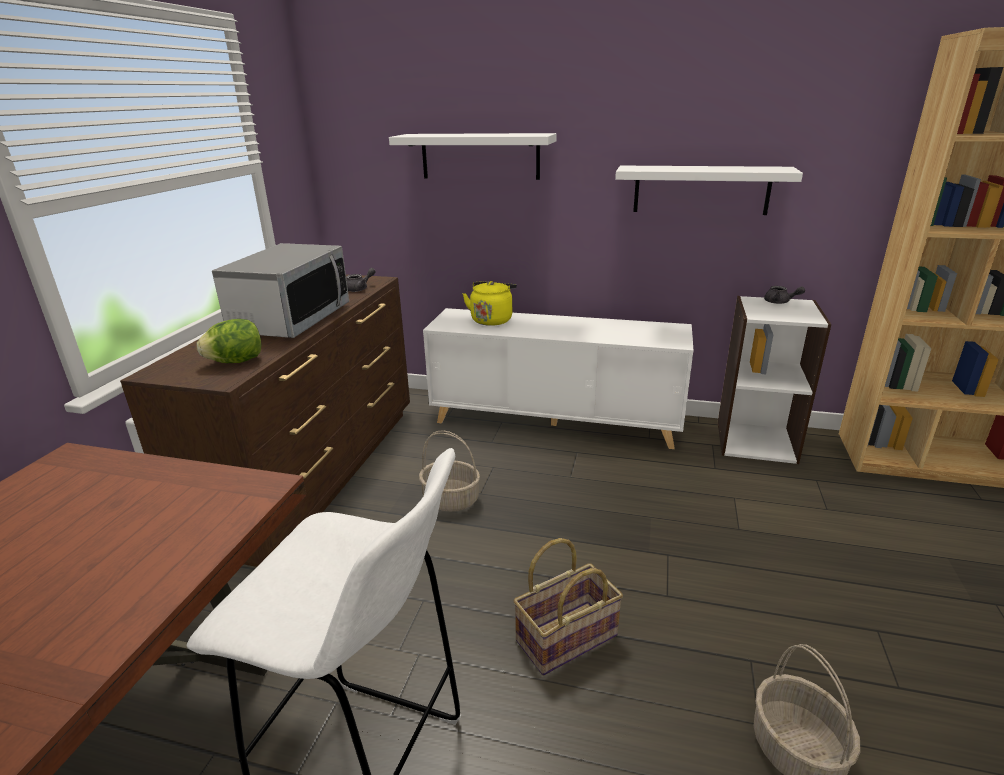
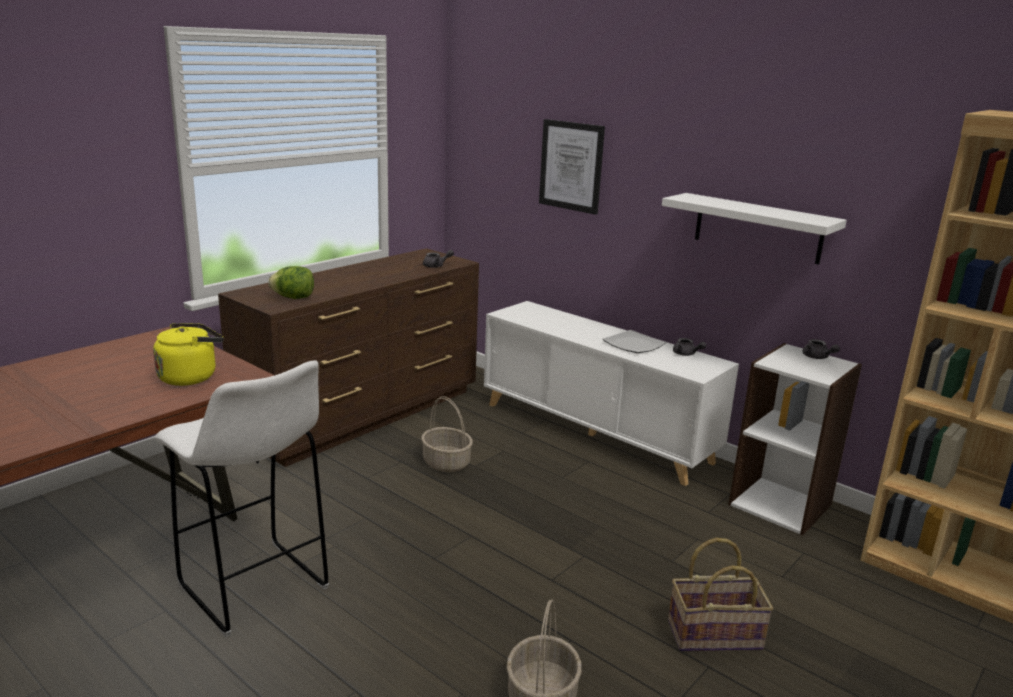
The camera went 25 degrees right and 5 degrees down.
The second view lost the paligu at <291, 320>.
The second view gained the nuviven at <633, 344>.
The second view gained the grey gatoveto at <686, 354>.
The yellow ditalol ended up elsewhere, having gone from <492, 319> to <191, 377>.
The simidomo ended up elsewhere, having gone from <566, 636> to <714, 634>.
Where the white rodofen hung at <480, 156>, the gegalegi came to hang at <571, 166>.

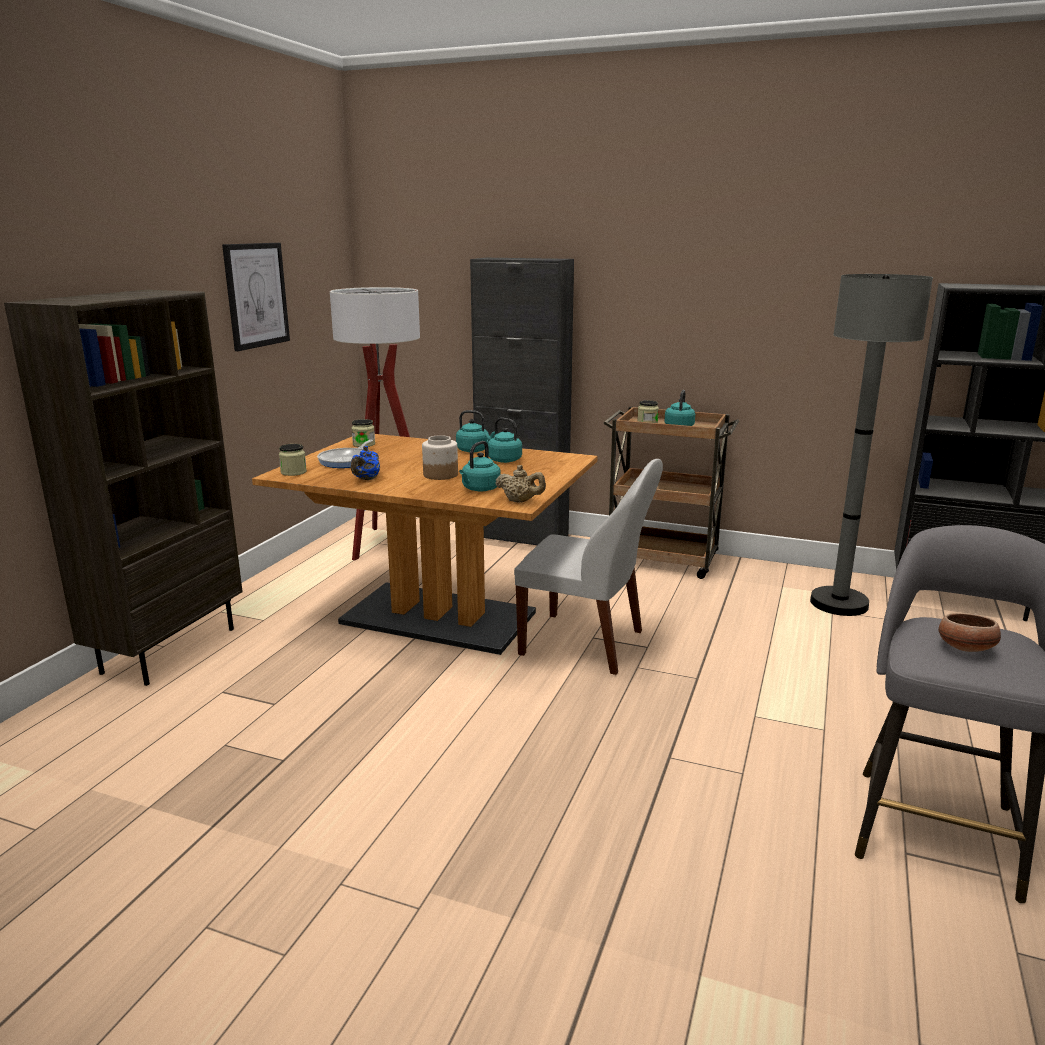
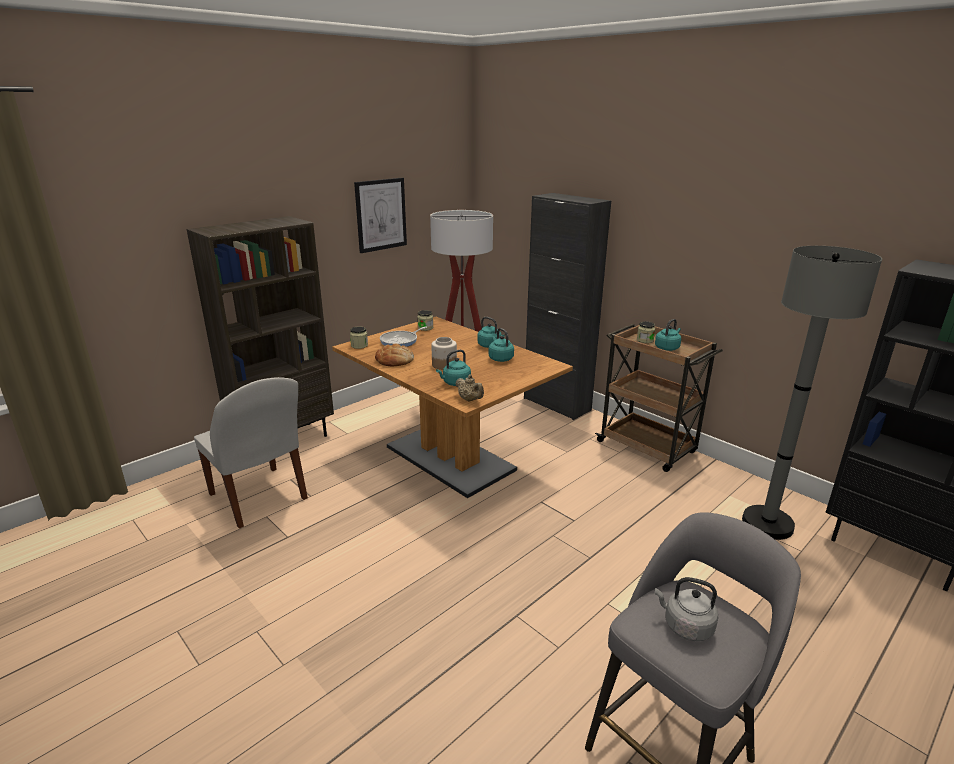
The camera went 25 degrees right and 5 degrees up.
The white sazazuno ended up elsewhere, having gone from <585, 644> to <259, 498>.
Where the blue gatoveto stood at <366, 479>, the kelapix came to stand at <395, 360>.
Where the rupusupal stood at <965, 649>, the grey ditalol came to stand at <685, 626>.

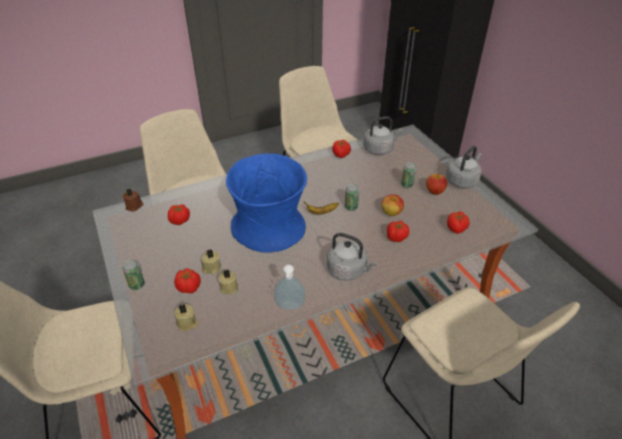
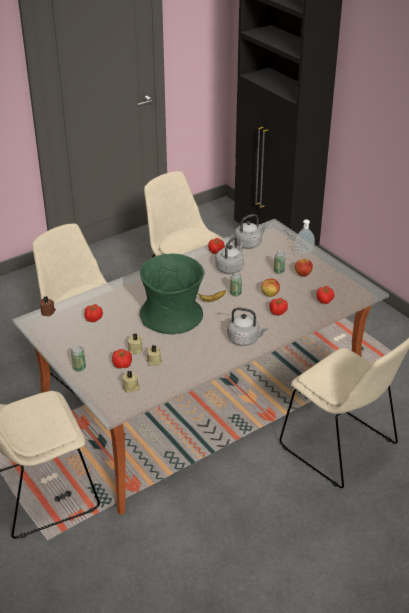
The camera went 10 degrees left and 5 degrees down.
The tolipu ended up elsewhere, having gone from <290, 307> to <304, 253>.
The grey ditalol ended up elsewhere, having gone from <462, 180> to <230, 268>.
What was the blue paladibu at <269, 229> turned into the green paladibu at <172, 317>.

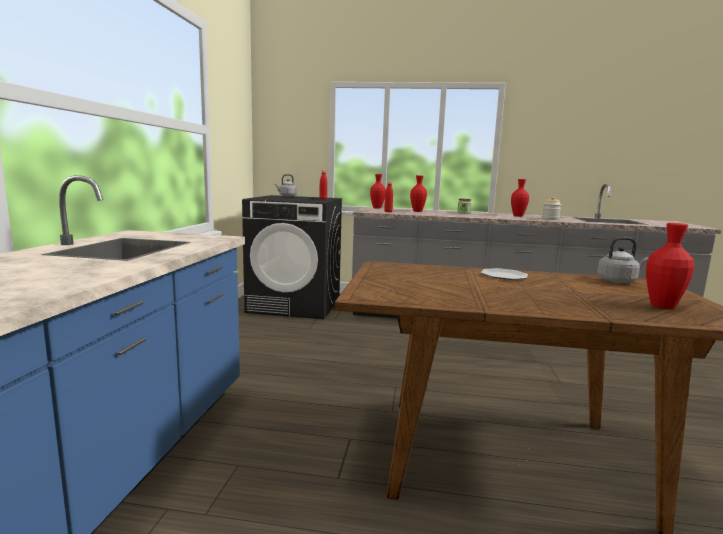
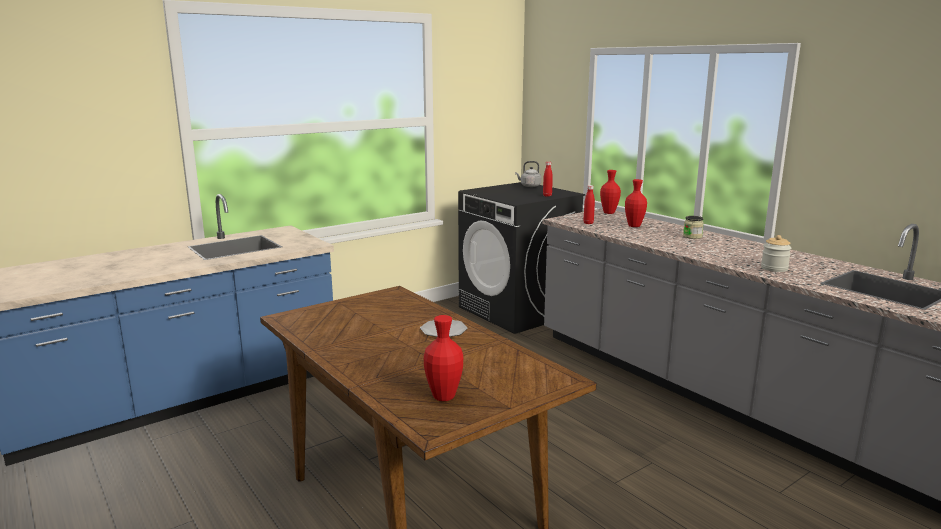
The camera went 45 degrees right and 5 degrees up.
The second view lost the red paladibu at <518, 216>.
The second view lost the grey ditalol at <618, 281>.

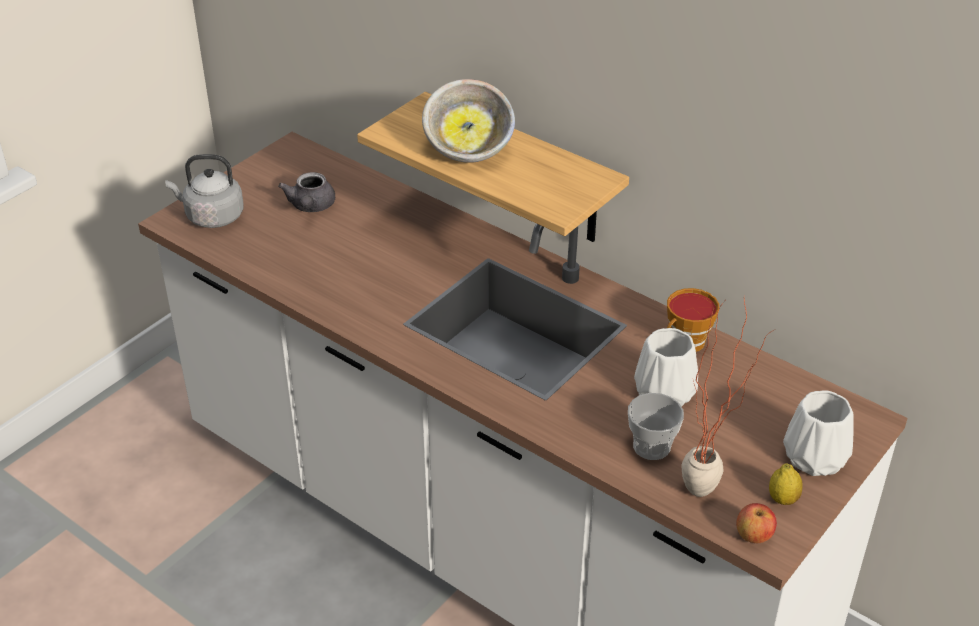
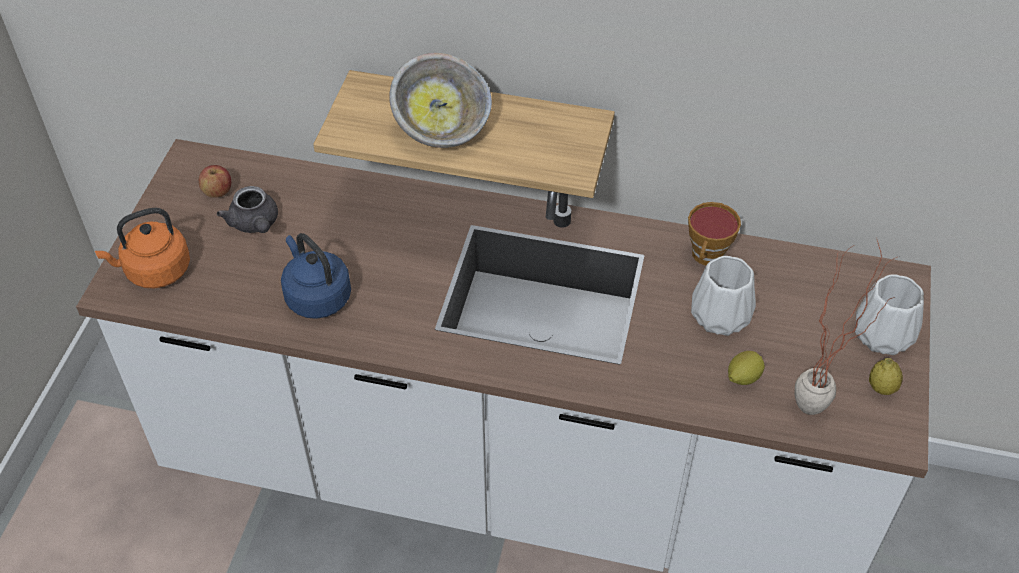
The camera went 25 degrees left and 10 degrees up.
The second view gained the blue ditalol at <316, 296>.
The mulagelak ended up elsewhere, having gone from <753, 536> to <218, 192>.
Where the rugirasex stood at <651, 446>, the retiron came to stand at <742, 377>.
What was the grey ditalol at <211, 217> turned into the orange ditalol at <154, 271>.

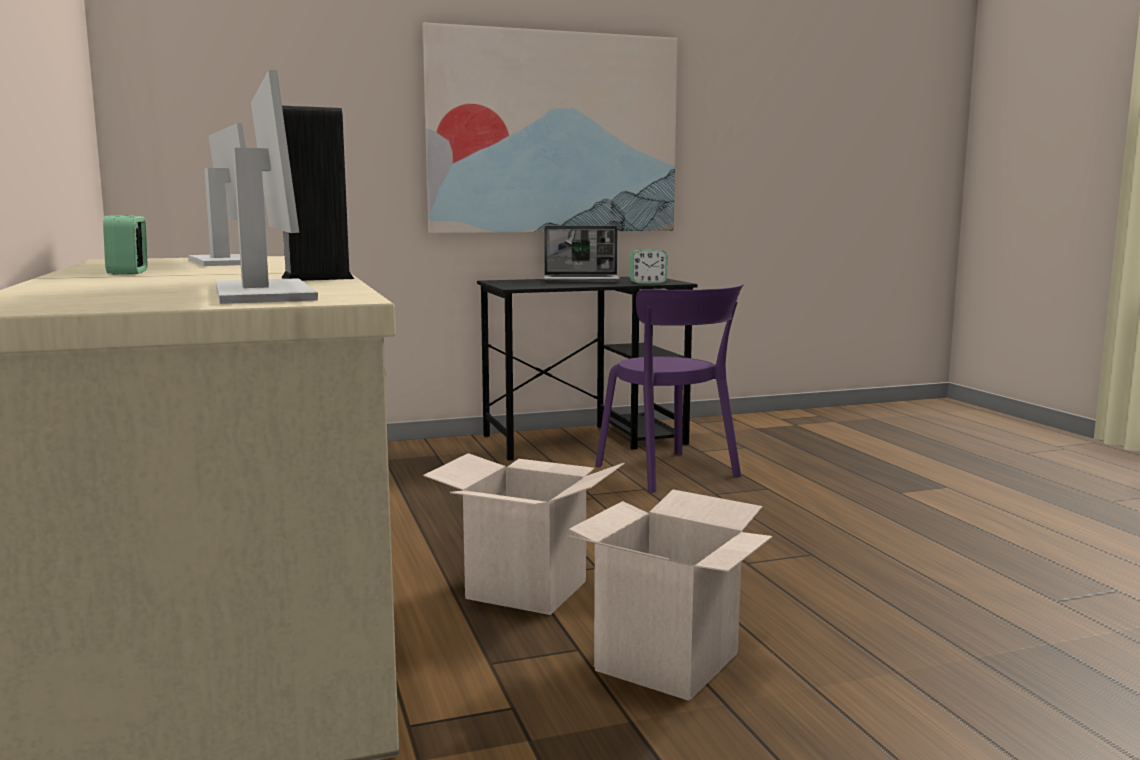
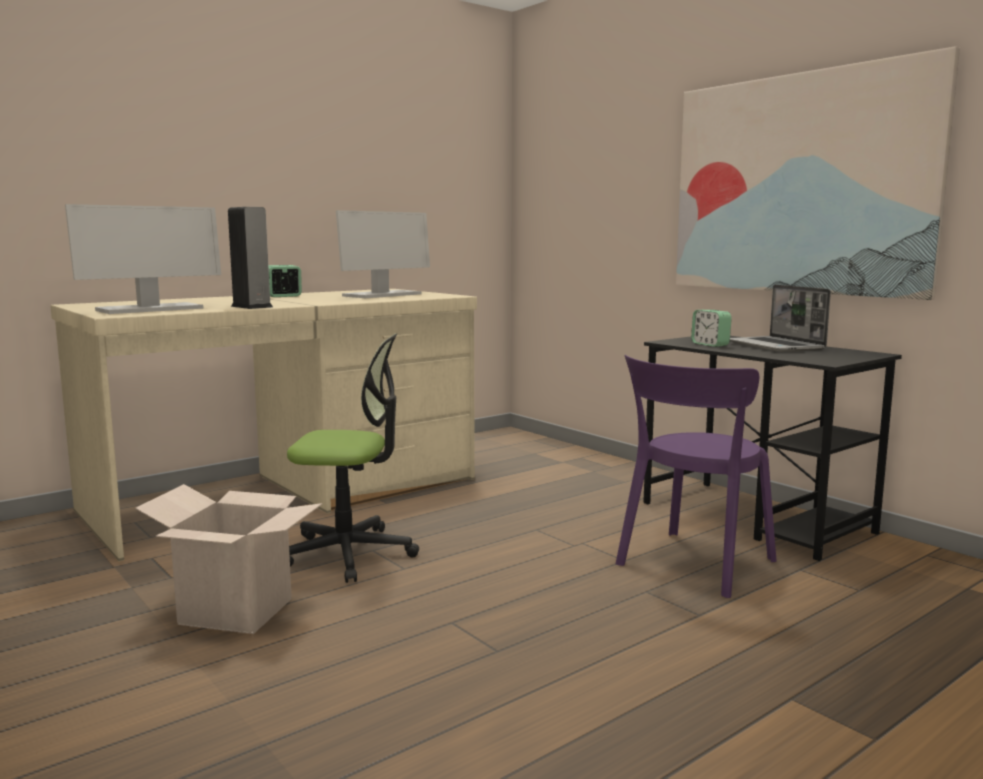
The camera went 70 degrees right and 0 degrees up.
The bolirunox ended up elsewhere, having gone from <648, 282> to <710, 344>.
Where the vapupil stood at <526, 589>, the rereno came to stand at <348, 554>.

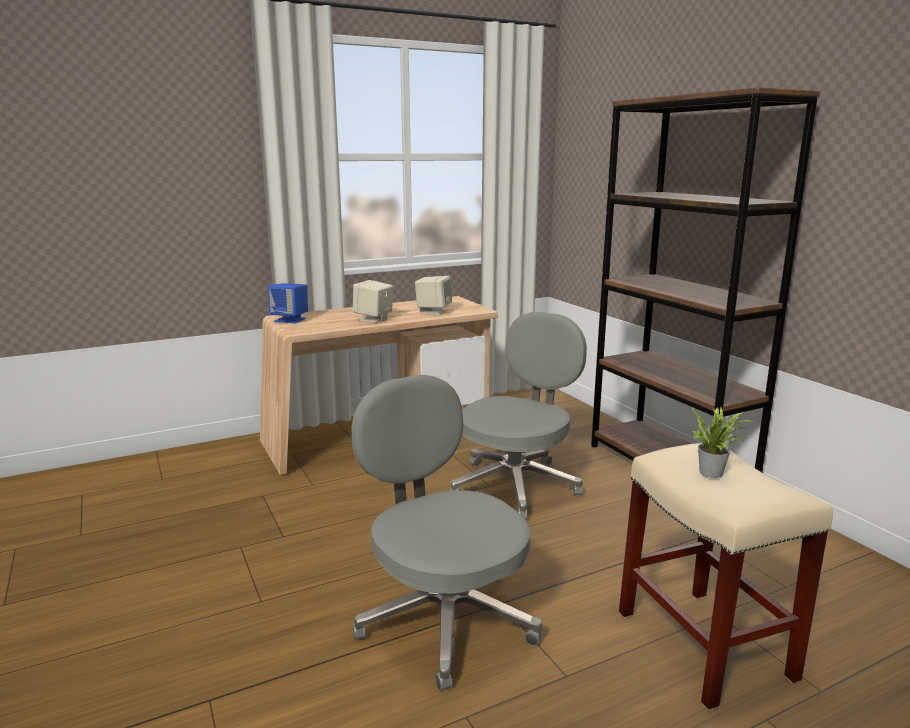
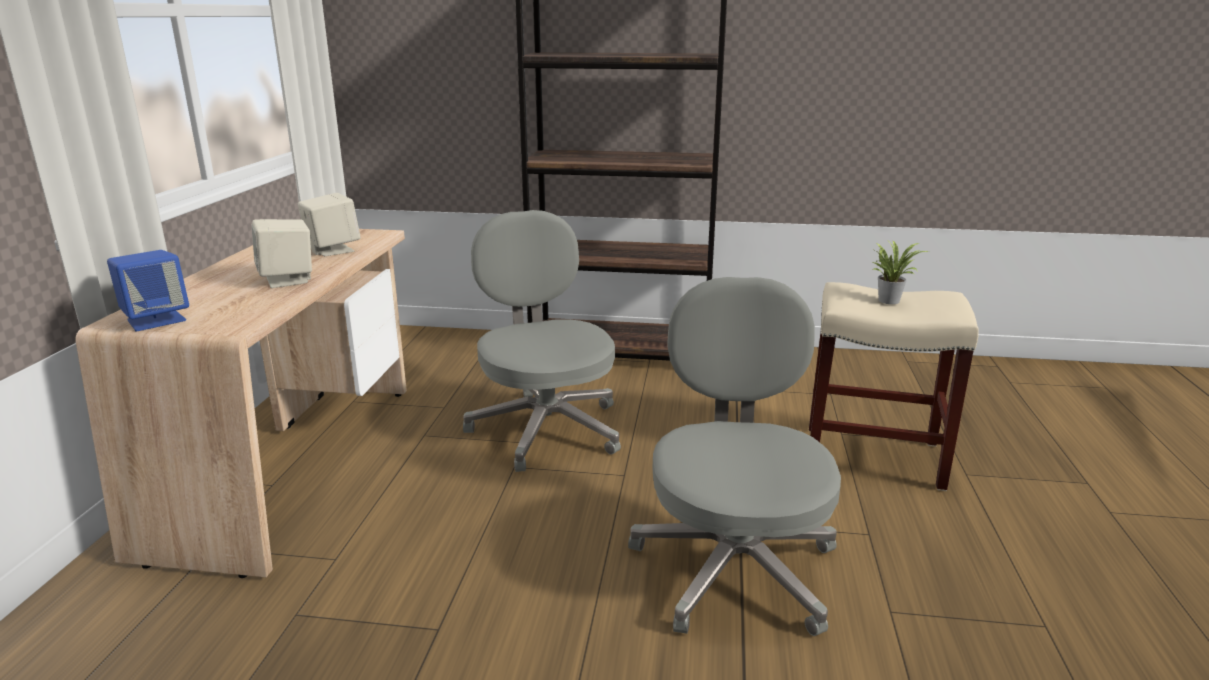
The camera went 55 degrees left and 5 degrees up.
The grey rereno at <444, 617> ended up facing another way, 90 degrees clockwise from before.

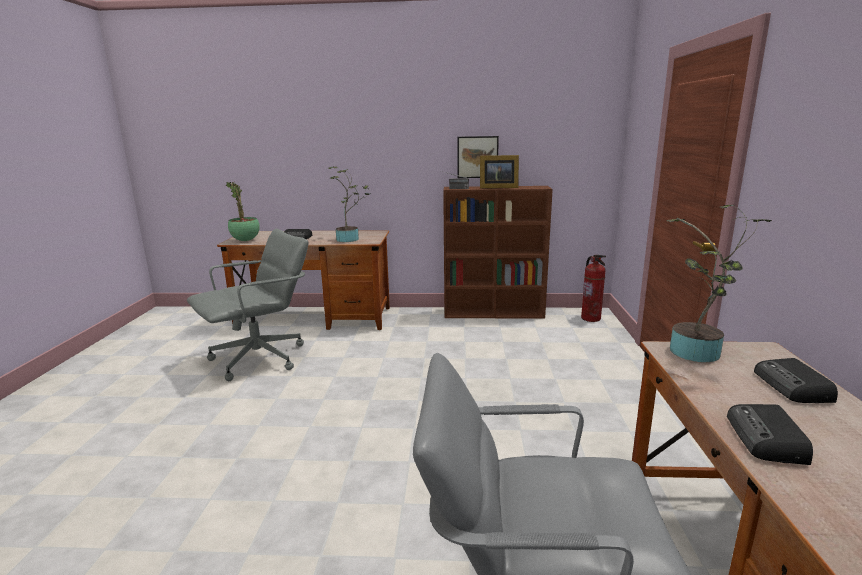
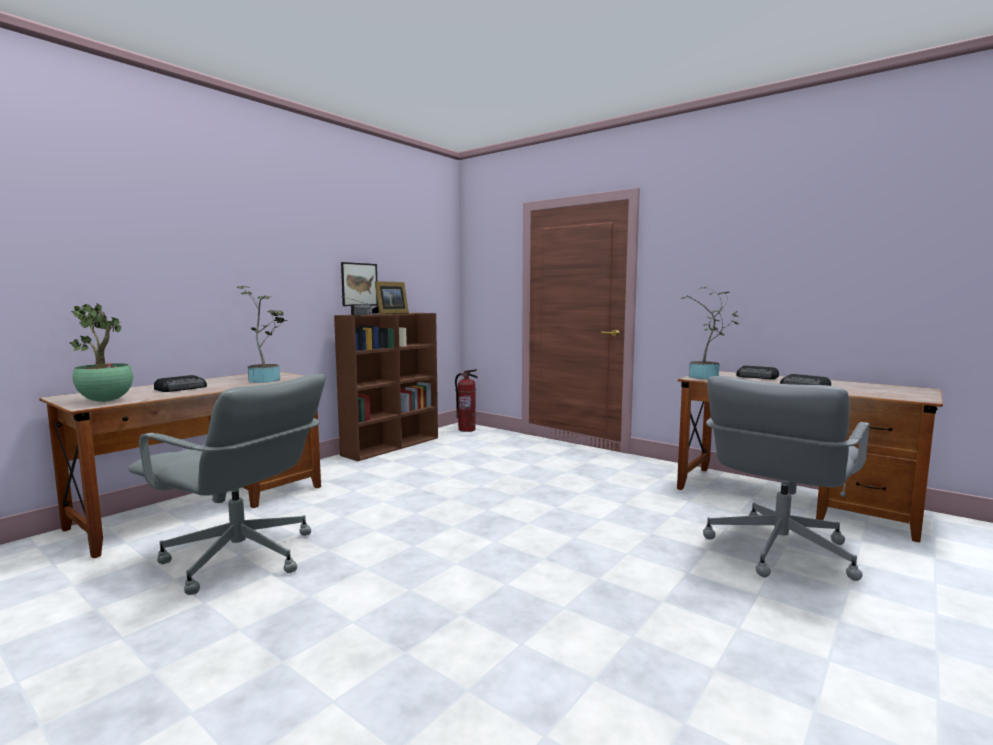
The camera went 55 degrees left and 10 degrees down.
The grey rereno at <260, 359> ended up facing another way, 120 degrees clockwise from before.

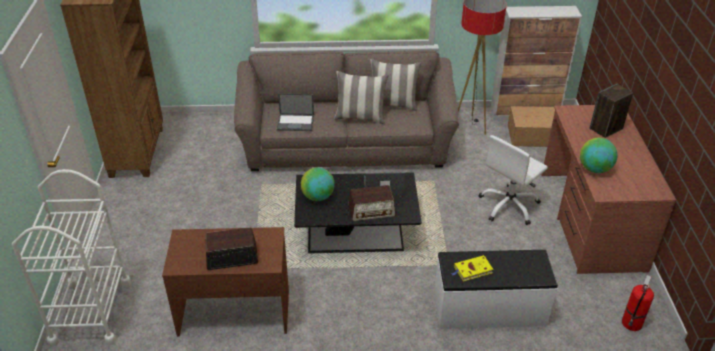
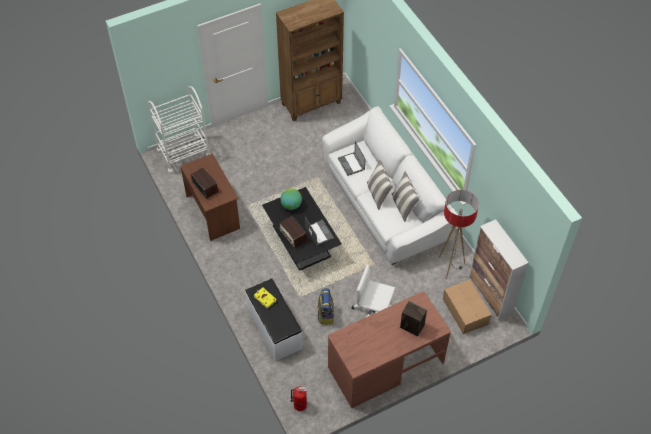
The camera went 65 degrees right and 15 degrees up.
The second view lost the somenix at <594, 169>.
The second view gained the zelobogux at <325, 314>.
What was the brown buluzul at <346, 144> turned into the white buluzul at <384, 202>.

